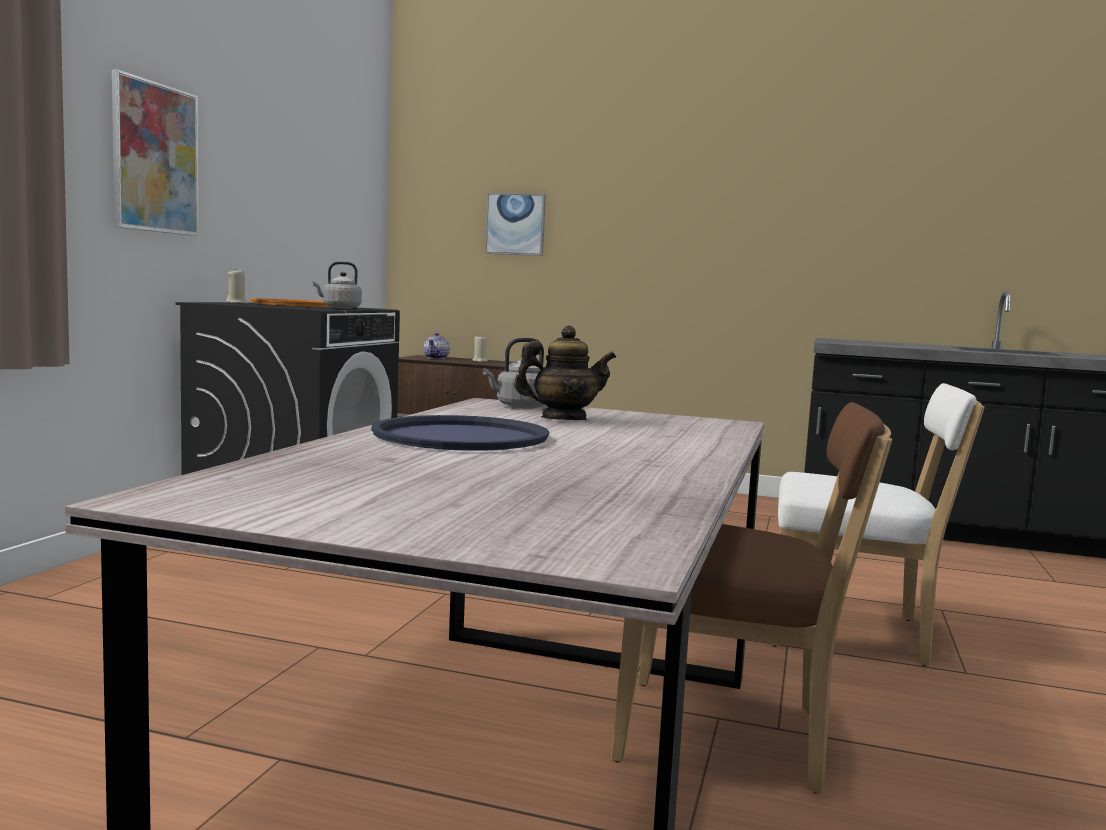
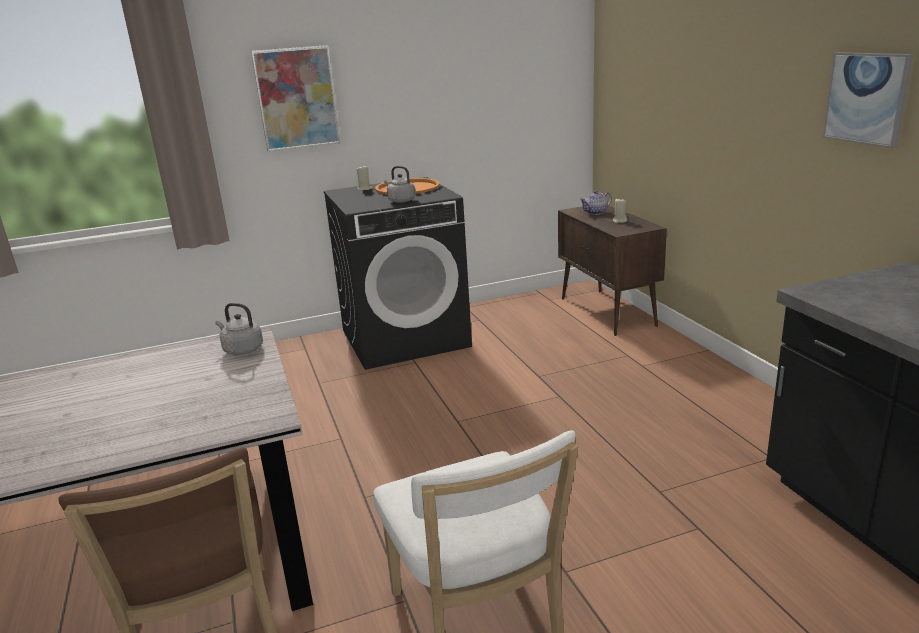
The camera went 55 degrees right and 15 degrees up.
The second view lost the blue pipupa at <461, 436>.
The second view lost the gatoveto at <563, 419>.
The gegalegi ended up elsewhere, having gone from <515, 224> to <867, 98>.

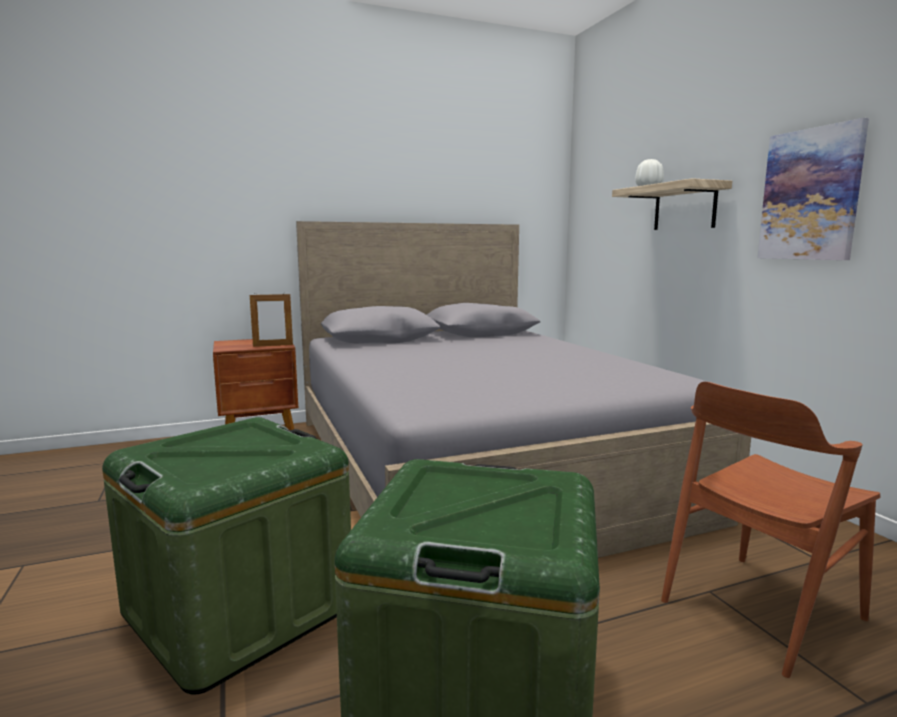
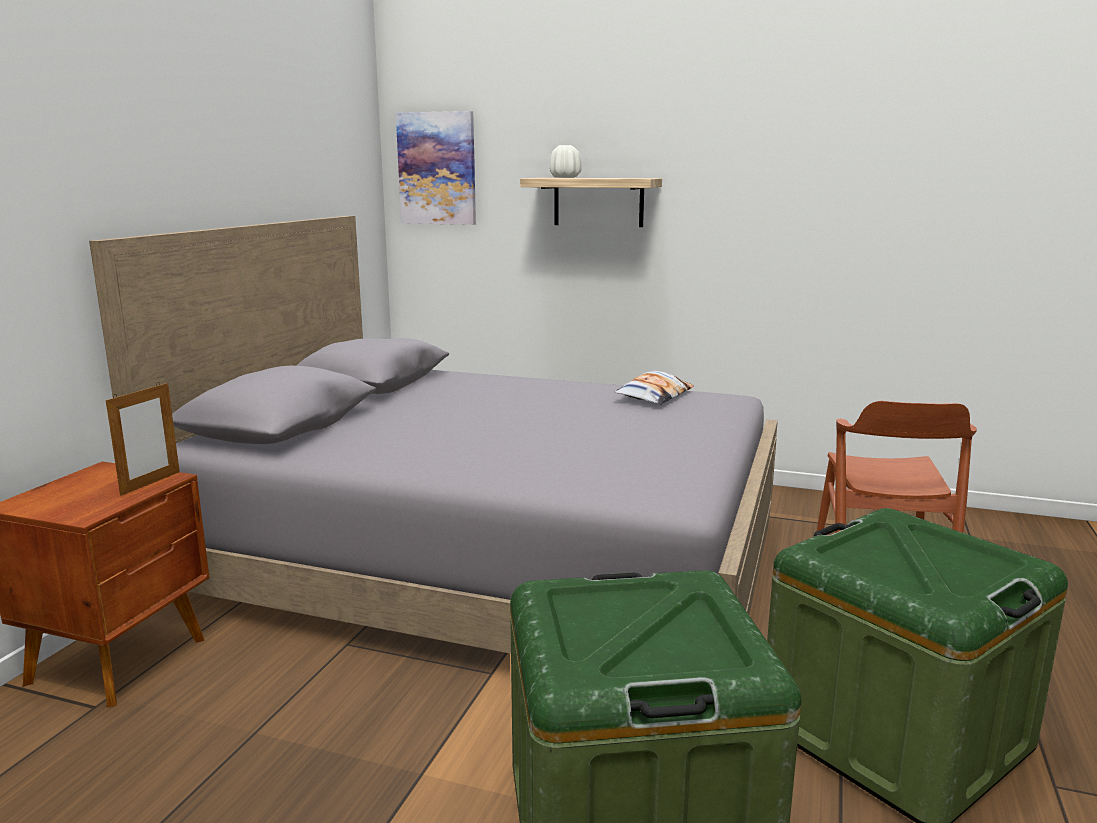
The camera went 50 degrees left and 5 degrees up.
The second view gained the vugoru at <654, 396>.
The gegalegi ended up elsewhere, having gone from <810, 195> to <437, 168>.

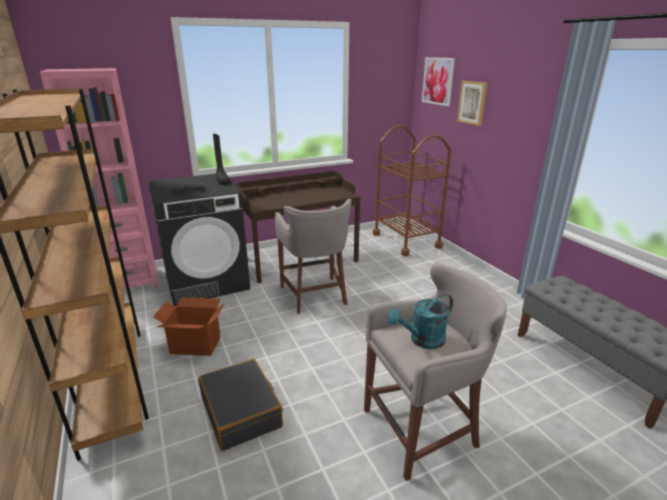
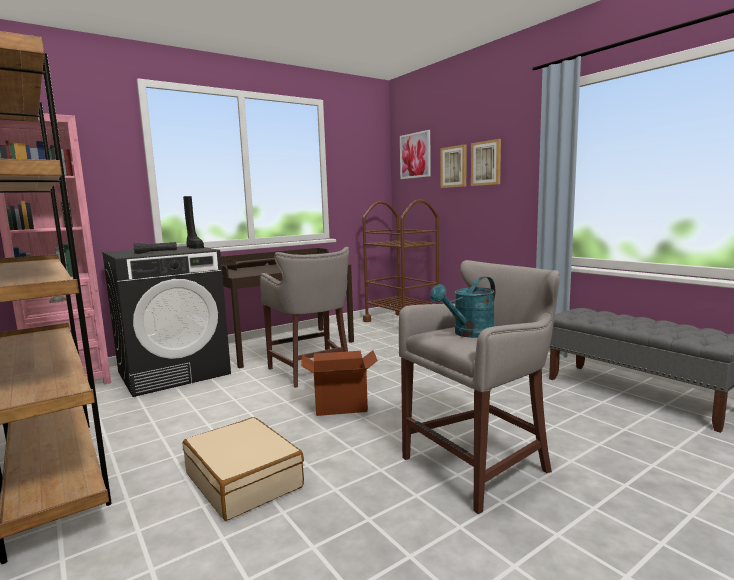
The camera went 10 degrees left and 15 degrees down.
The second view gained the gegalegi at <486, 163>.
The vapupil ended up elsewhere, having gone from <196, 344> to <340, 405>.
What was the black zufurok at <241, 411> turned into the beige zufurok at <244, 480>.

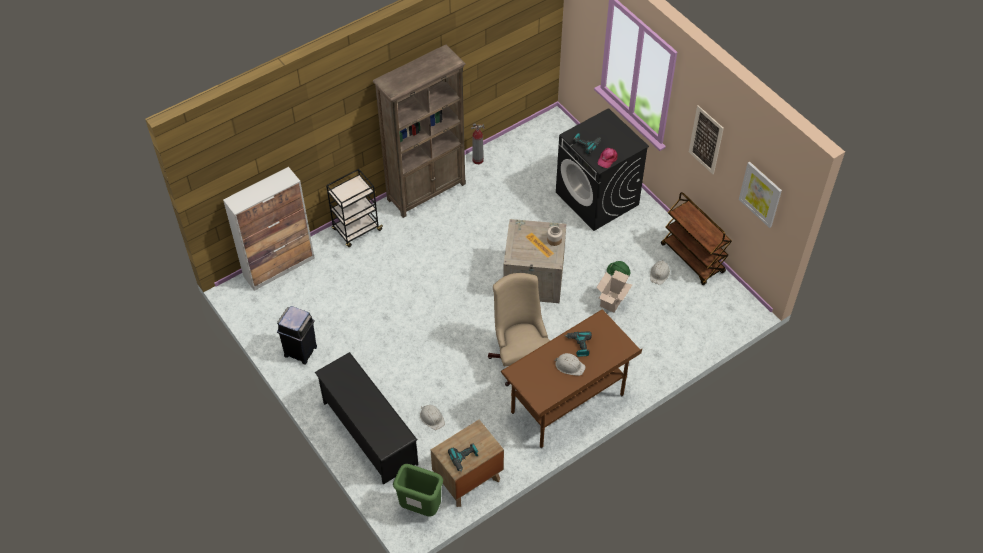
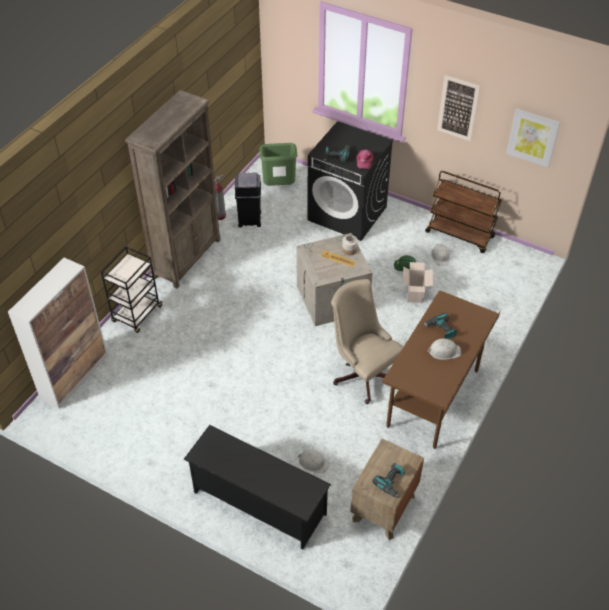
The camera went 25 degrees left and 5 degrees down.
The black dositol ended up elsewhere, having gone from <301, 350> to <249, 219>.
The green dositol ended up elsewhere, having gone from <421, 507> to <279, 186>.

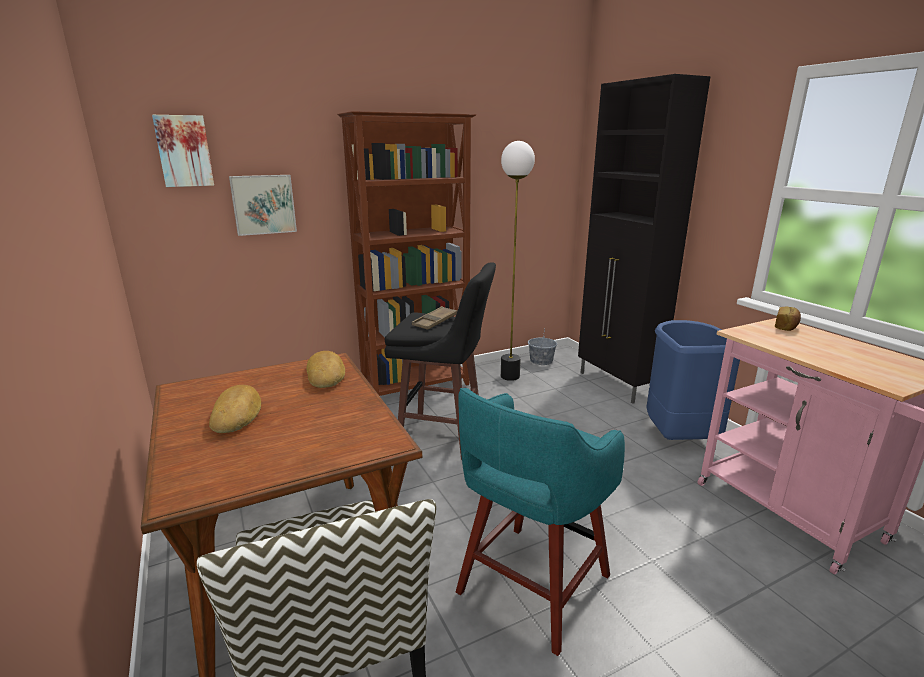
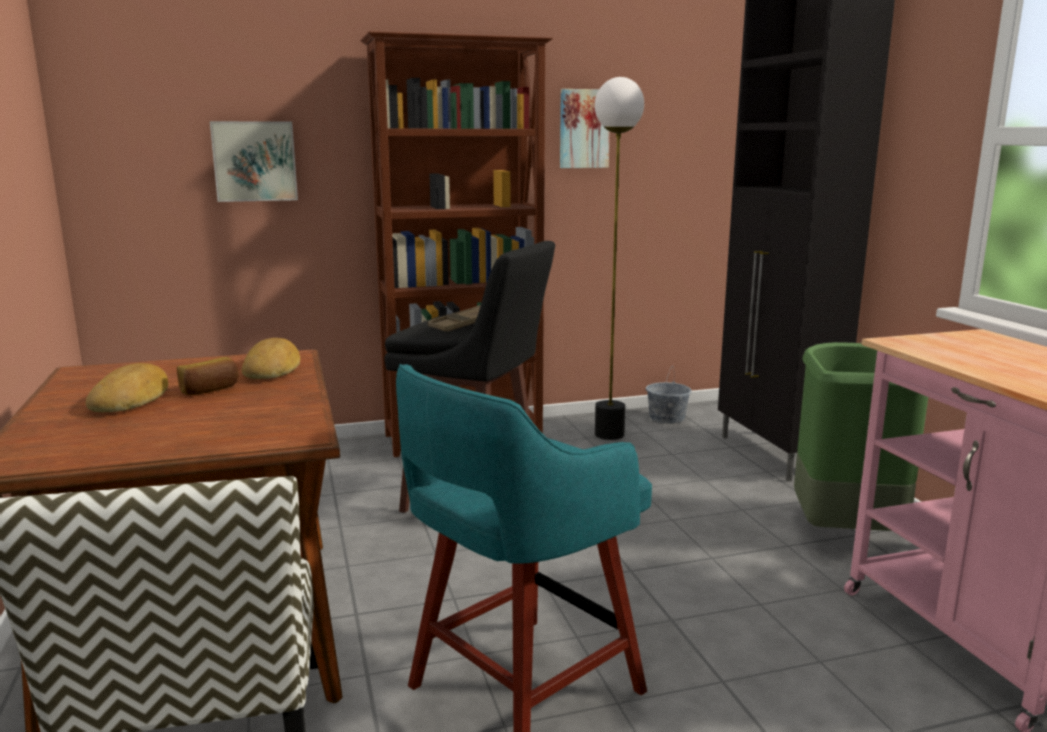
The camera went 10 degrees right and 5 degrees down.
The gegalegi ended up elsewhere, having gone from <184, 151> to <583, 129>.
The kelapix ended up elsewhere, having gone from <786, 327> to <209, 390>.
What was the blue dositol at <677, 437> turned into the green dositol at <841, 530>.

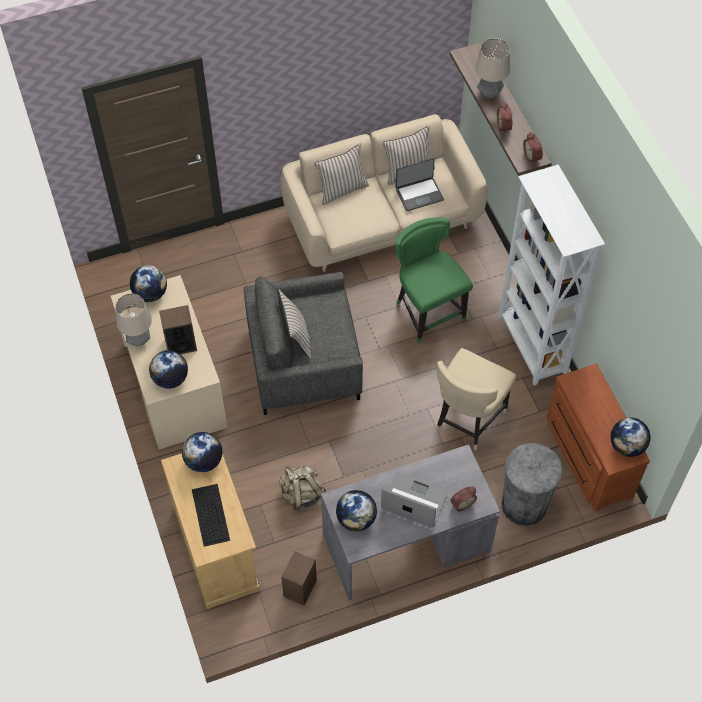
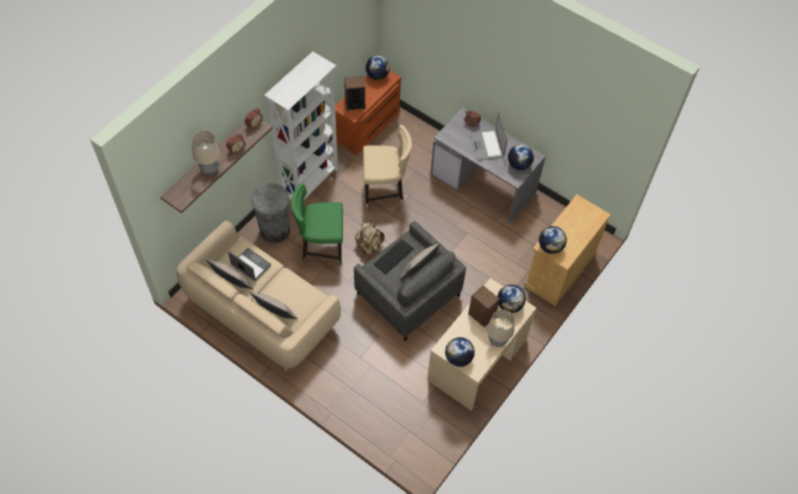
The camera went 125 degrees left and 0 degrees up.
The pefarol ended up elsewhere, having gone from <210, 514> to <393, 257>.
The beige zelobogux ended up elsewhere, having gone from <302, 494> to <369, 246>.
The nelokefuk ended up elsewhere, having gone from <300, 588> to <355, 104>.
The grey dositol ended up elsewhere, having gone from <524, 505> to <275, 230>.
The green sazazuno at <428, 312> ended up facing another way, 60 degrees clockwise from before.

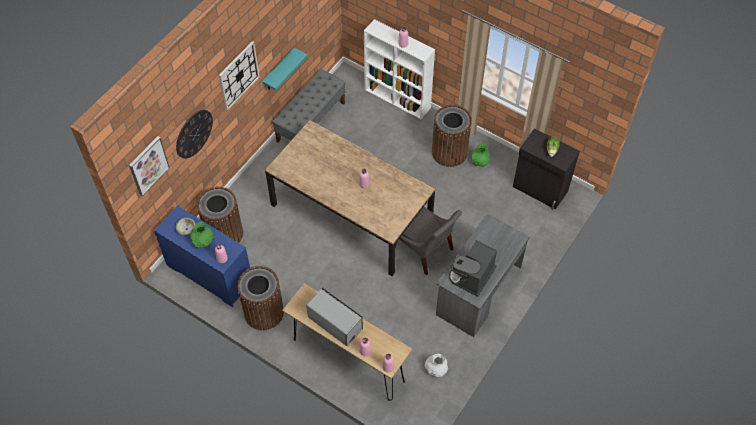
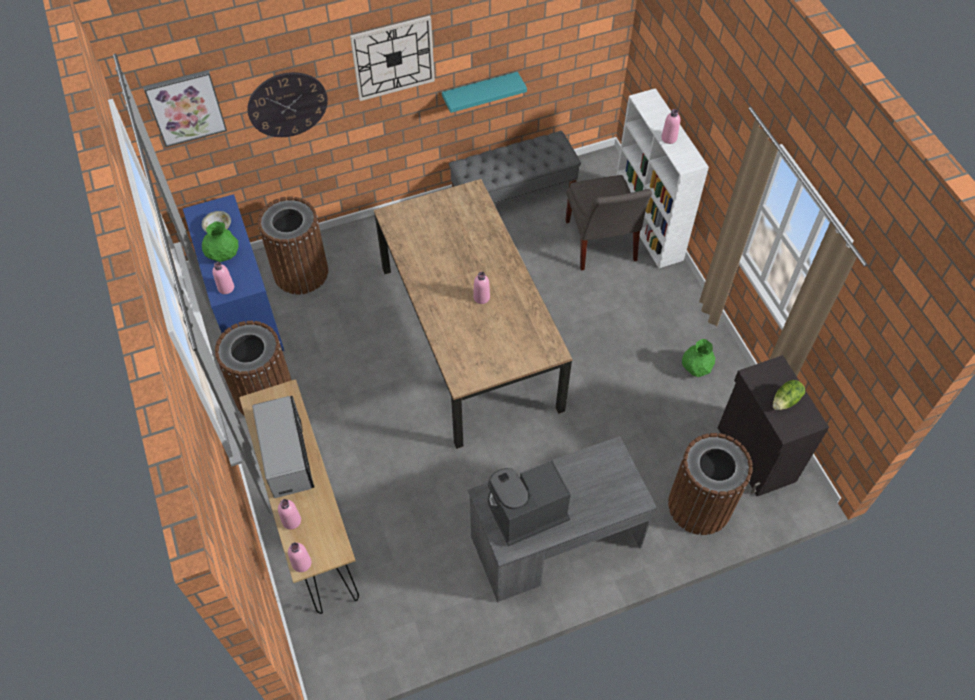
The camera went 35 degrees right and 0 degrees up.
The second view lost the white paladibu at <436, 369>.
The grey sazazuno ended up elsewhere, having gone from <424, 250> to <601, 244>.
The brown dositol ended up elsewhere, having gone from <449, 152> to <699, 505>.

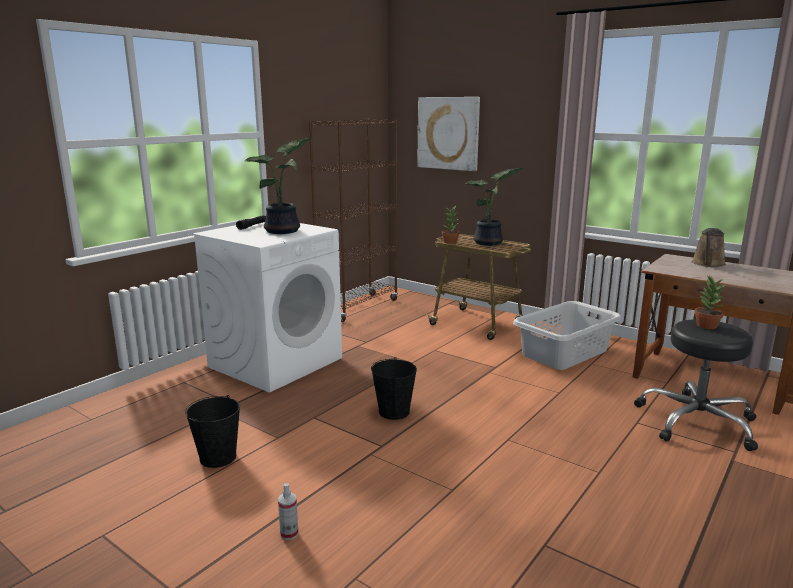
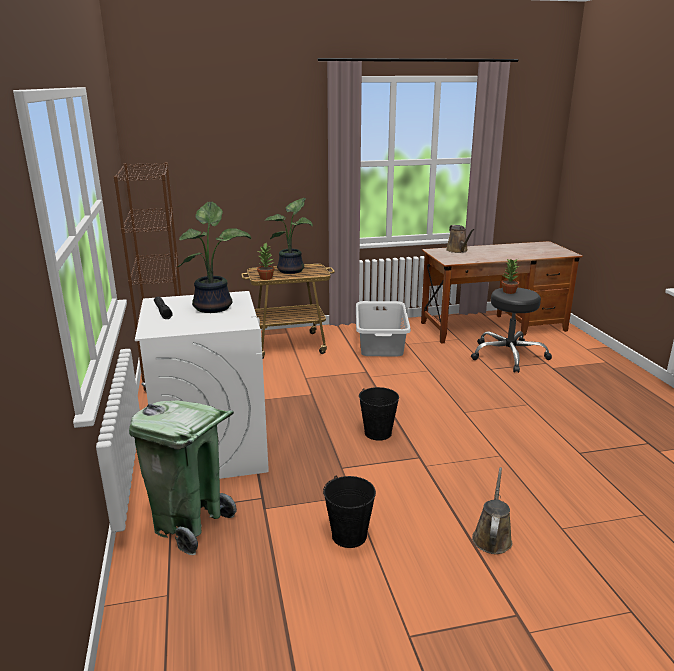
The camera went 50 degrees left and 5 degrees up.
The second view lost the gegalegi at <448, 133>.
The second view gained the green dositol at <190, 524>.
Where the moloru stood at <289, 533>, the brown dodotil came to stand at <492, 537>.

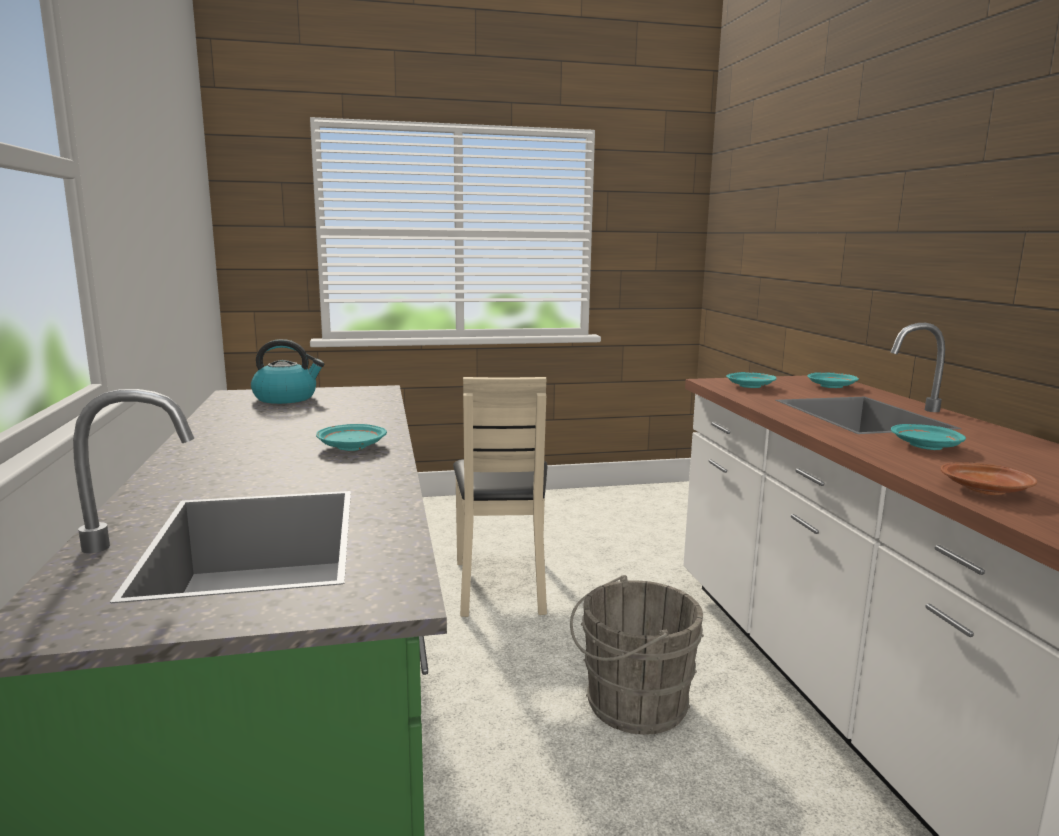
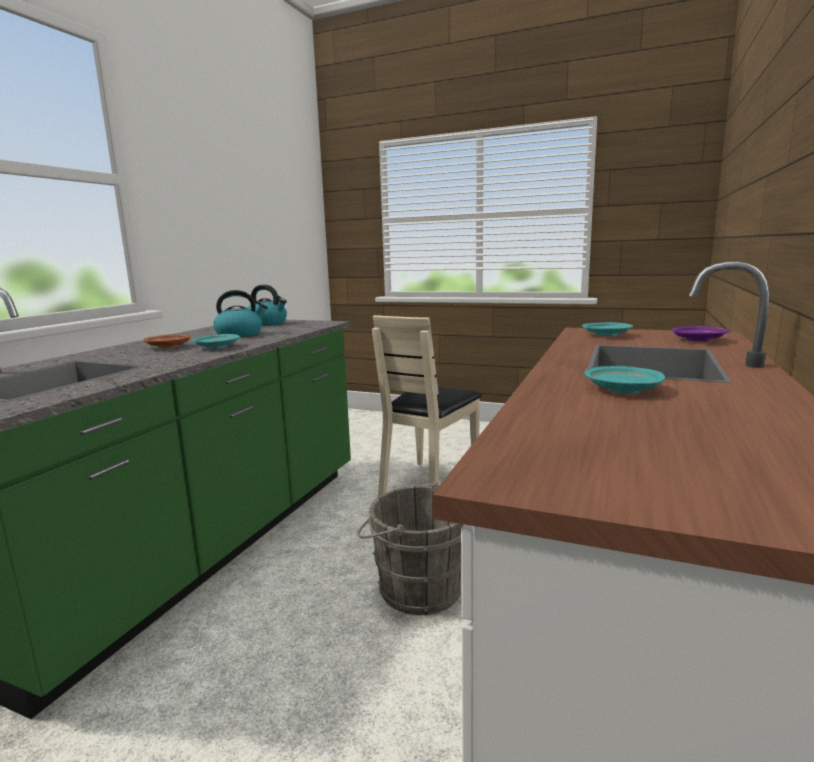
The camera went 35 degrees right and 0 degrees up.
The second view gained the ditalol at <240, 334>.
The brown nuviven ended up elsewhere, having gone from <986, 490> to <168, 347>.
What was the turquoise nuviven at <831, 386> turned into the purple nuviven at <698, 340>.

